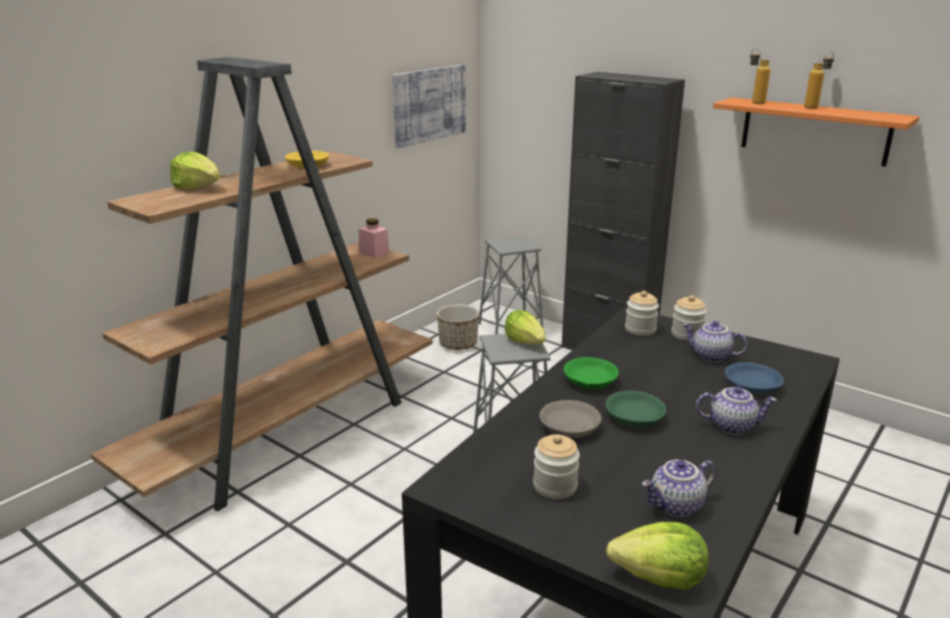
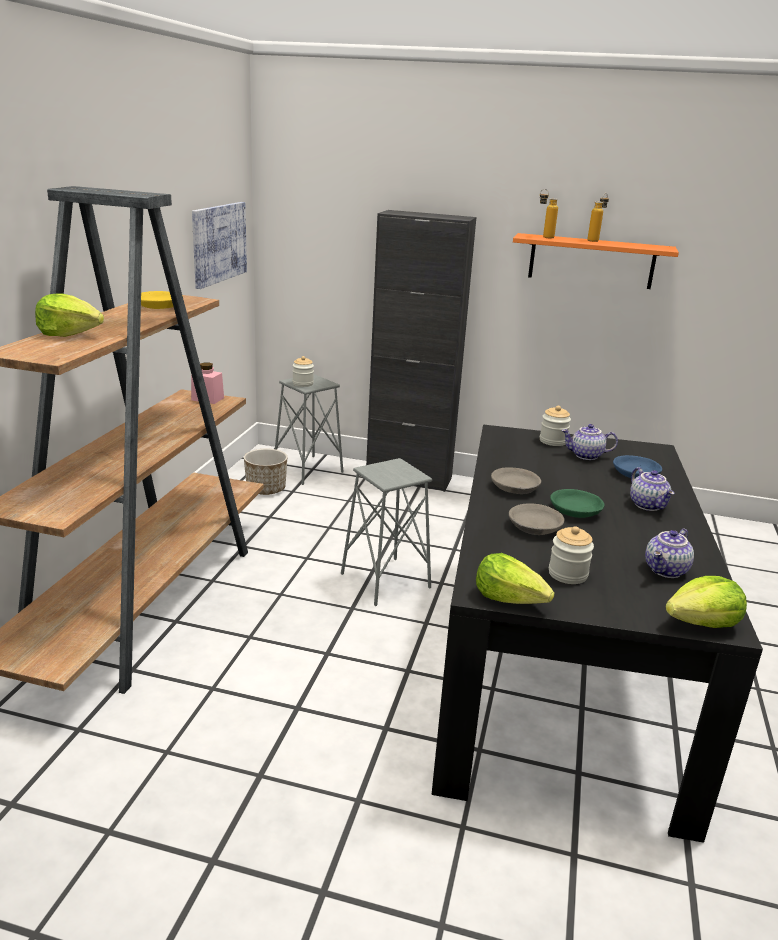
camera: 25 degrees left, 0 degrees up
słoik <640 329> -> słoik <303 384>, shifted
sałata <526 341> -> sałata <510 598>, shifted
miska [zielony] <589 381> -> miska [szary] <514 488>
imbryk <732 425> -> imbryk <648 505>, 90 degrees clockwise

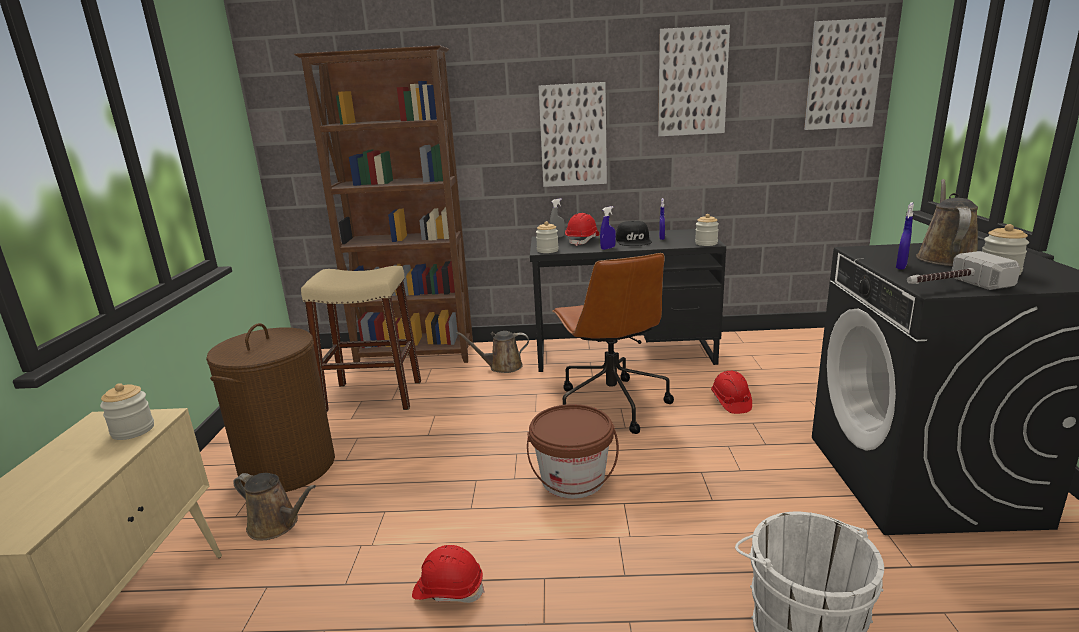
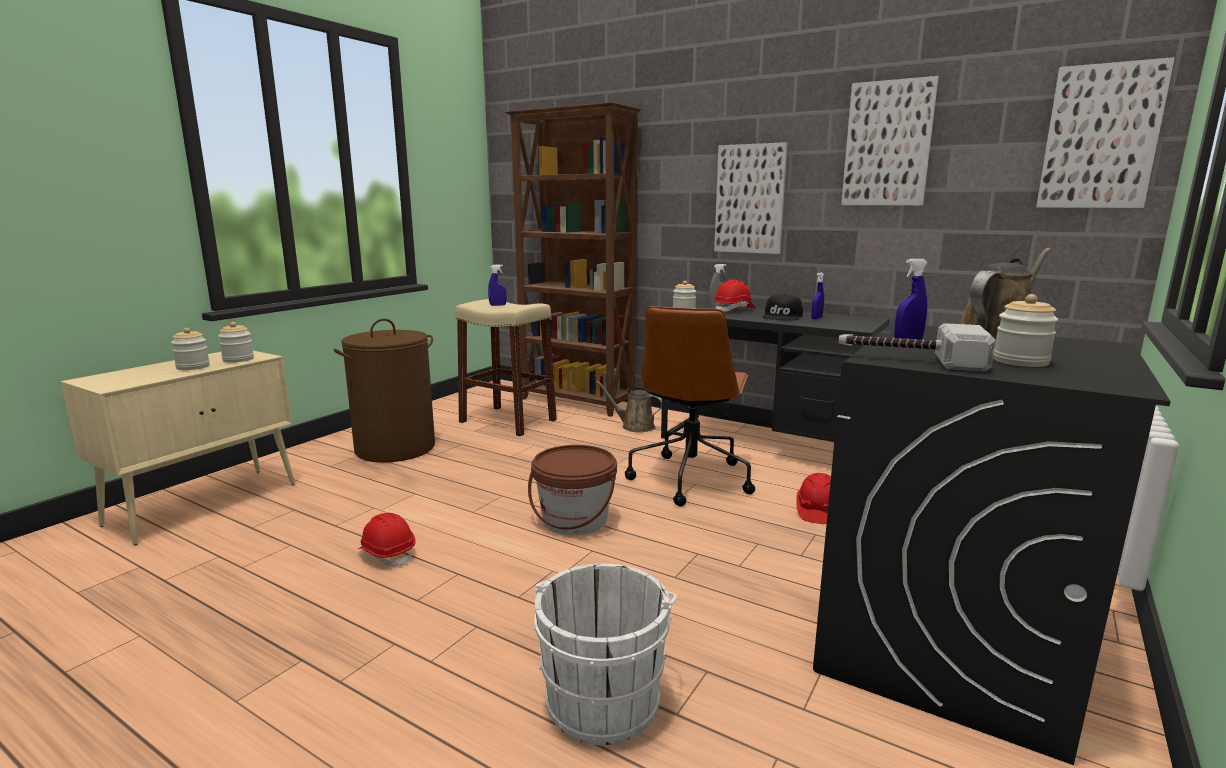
camera: 30 degrees right, 5 degrees down
spryskiwacz [niebieski] <608 248> -> spryskiwacz [niebieski] <497 305>, shifted
słoik <706 243> -> słoik <193 367>, shifted
konewka [brązowy] <277 525> -> none

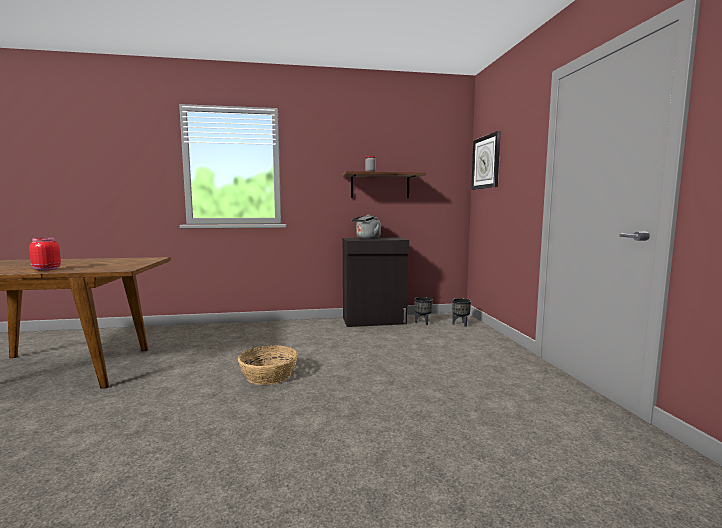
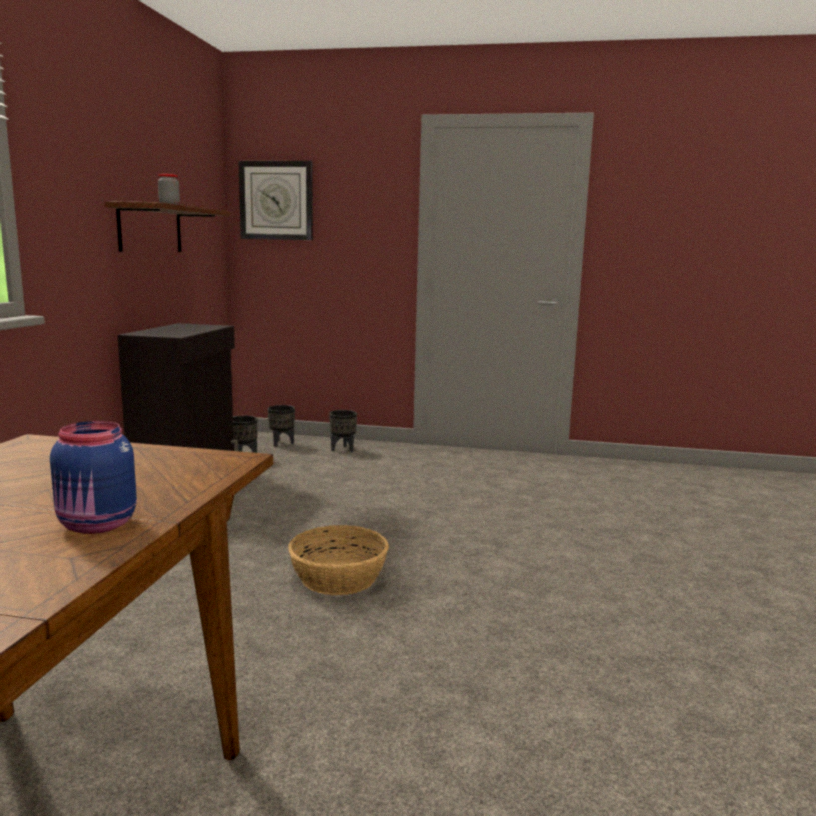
camera: 70 degrees left, 5 degrees up
czajnik [szary] <367 238> -> none
słoik [czerwony] <45 269> -> słoik [niebieski] <97 525>
none -> donica [czarny] <342 449>

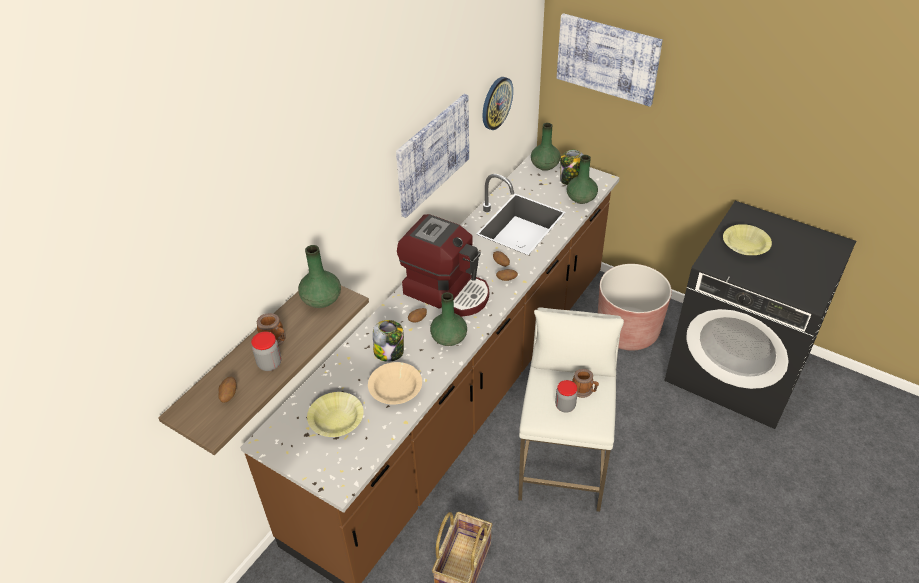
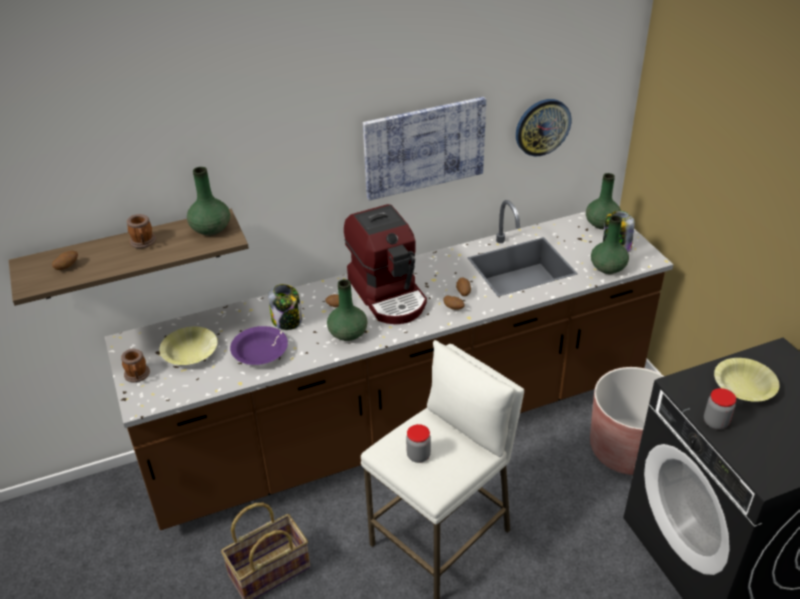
camera: 35 degrees right, 5 degrees down
obraz <608 58> -> none
słoik <269 364> -> słoik <715 422>, shifted
miska [beżowy] <396 389> -> miska [fioletowy] <260 353>
kubek <584 390> -> kubek <137 376>, shifted

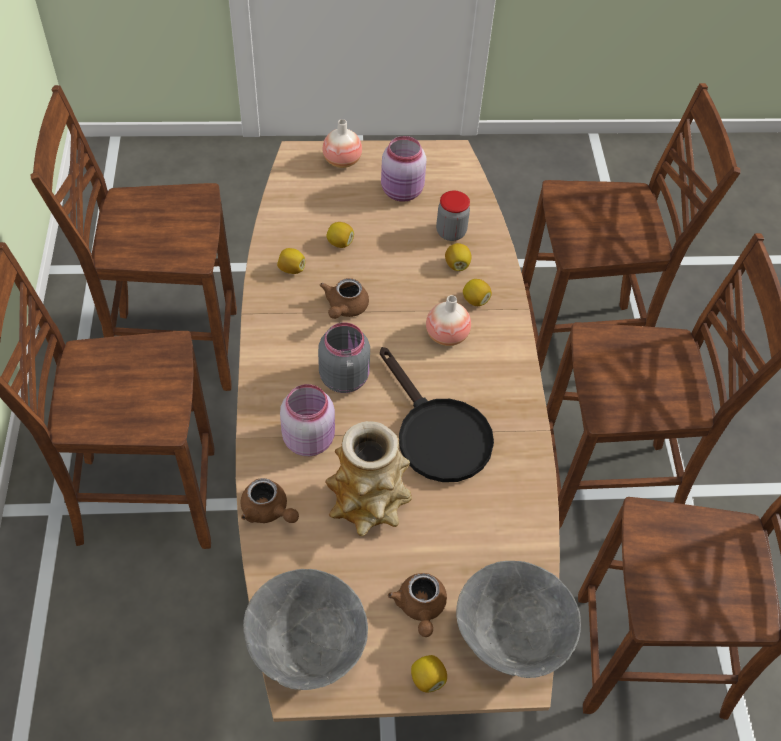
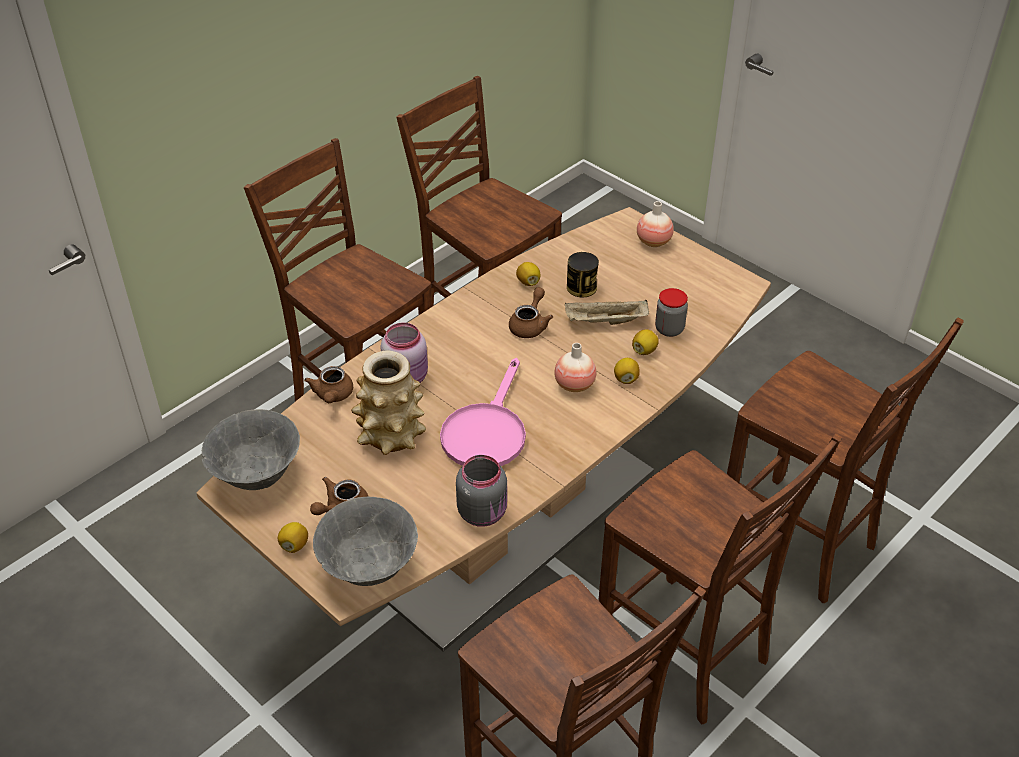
camera: 50 degrees right, 10 degrees down
słoik [różowy] <402 192> -> none
cytryna <340 243> -> puszka <581 287>
imbryk [brązowy] <344 308> -> imbryk [brązowy] <530 325>, 135 degrees clockwise
słoik [szary] <344 377> -> słoik [szary] <483 512>, shifted
patelnia [czarny] <436 433> -> patelnia [różowy] <486 431>
none -> taca [beżowy] <605 322>

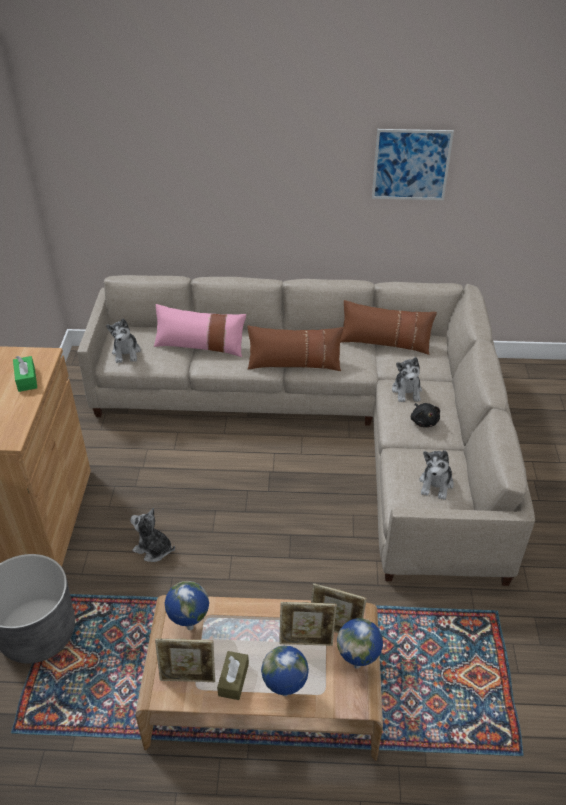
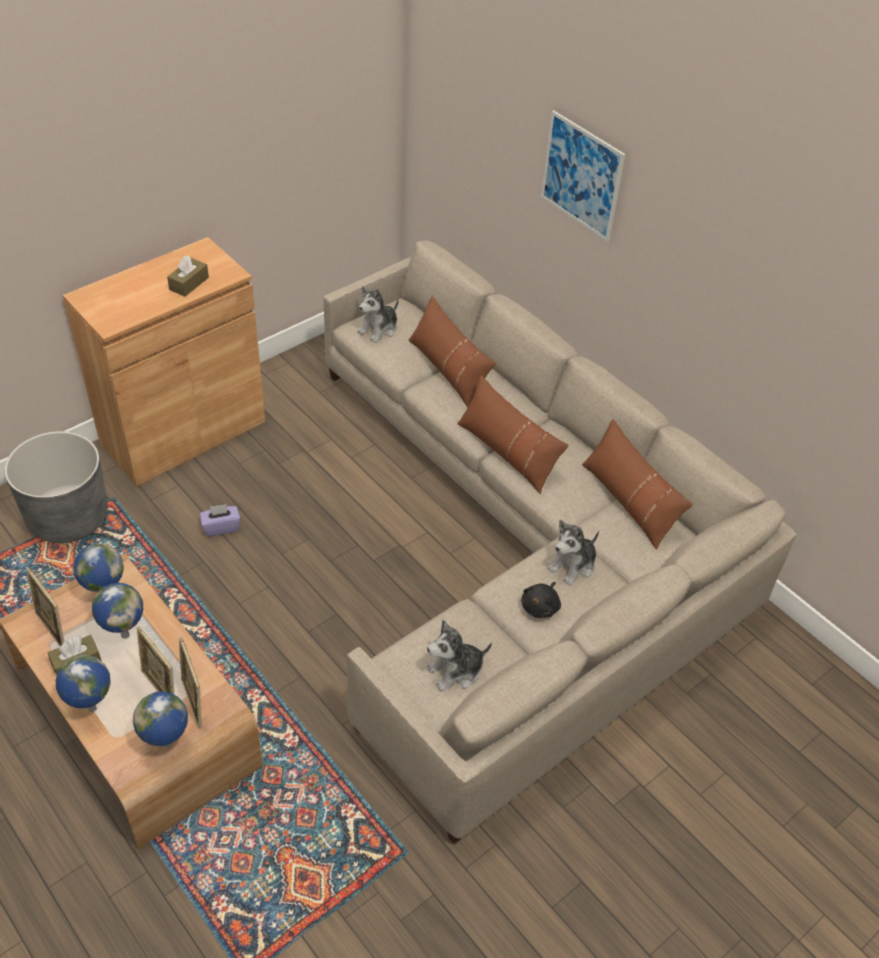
camera: 45 degrees right, 5 degrees up
obraz <411 165> -> obraz <581 176>, shifted
poduszka [różowy] <200 345> -> poduszka [brązowy] <448 369>
pudełko chusteczek [zielony] <26 379> -> pudełko chusteczek [brązowy] <189 283>
pluszak <153 549> -> pudełko chusteczek [fioletowy] <221 527>
none -> globus <125 634>

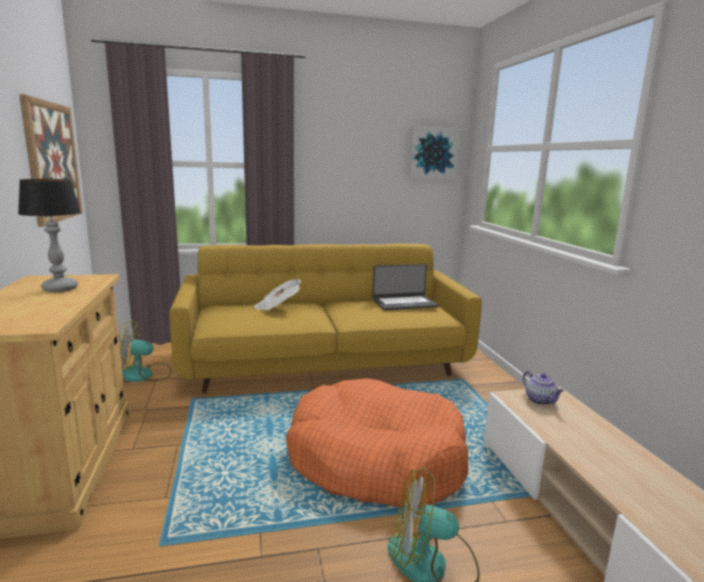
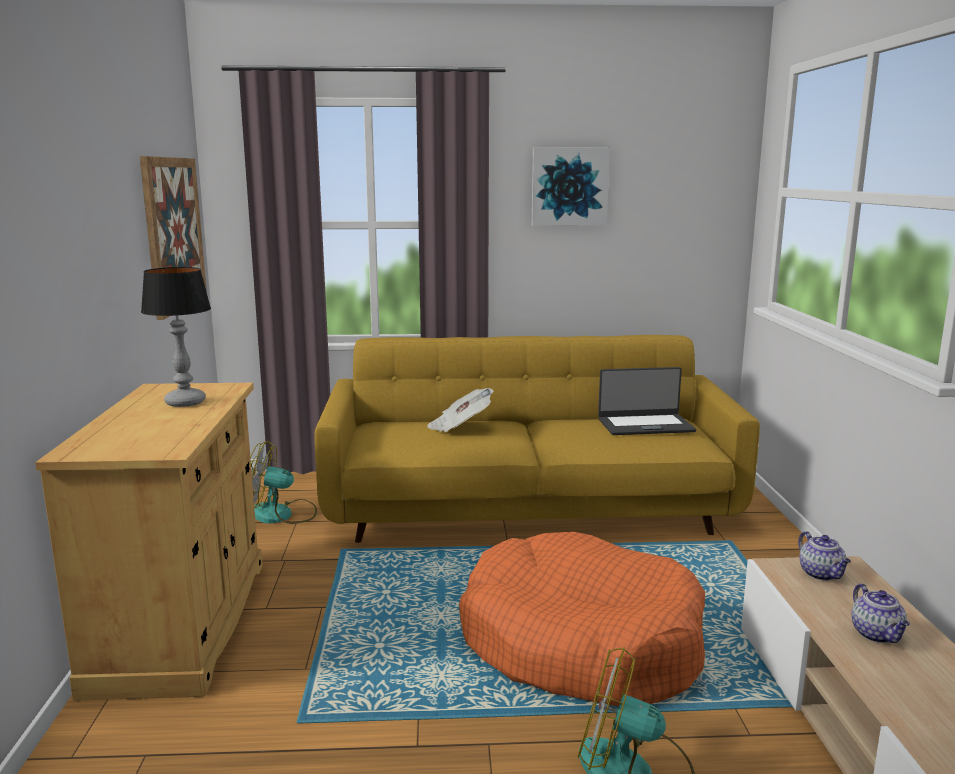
camera: 10 degrees right, 0 degrees up
obraz <433 152> -> obraz <569 186>, shifted
none -> imbryk <877 635>

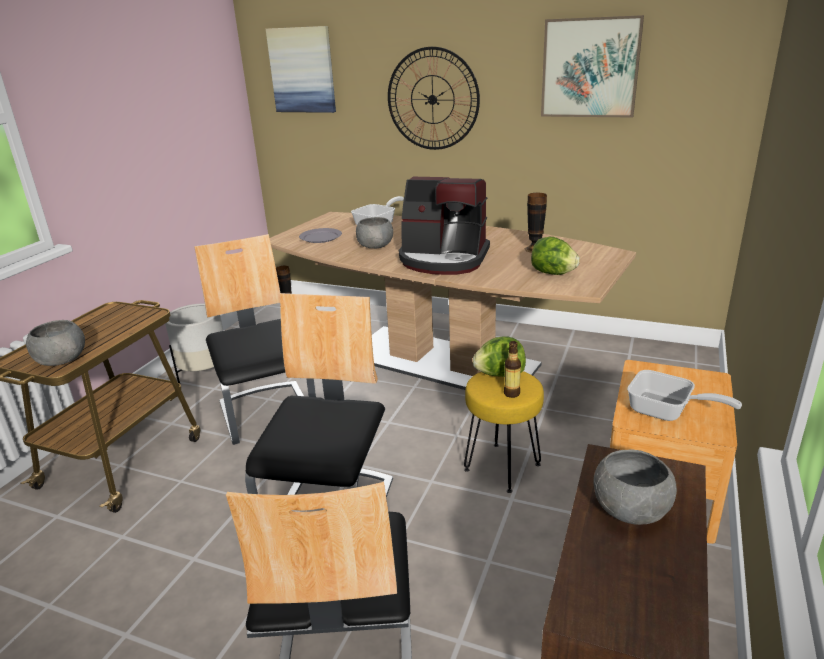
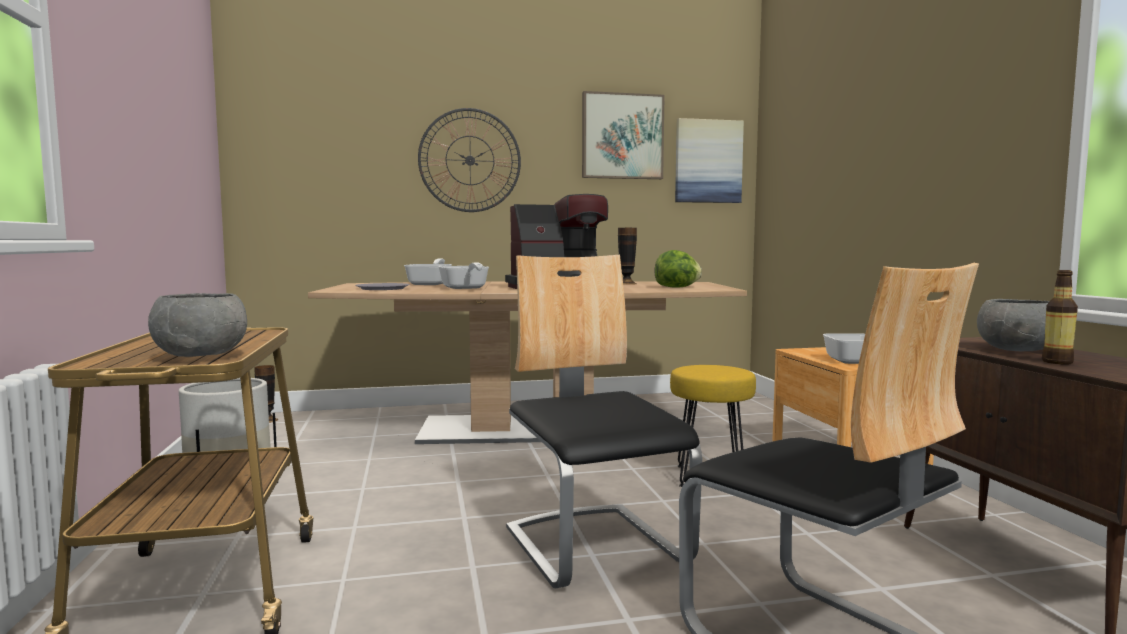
camera: 35 degrees left, 20 degrees down
obraz <302 70> -> obraz <708 161>, shifted
miska [szary] <375 246> -> patelnia <464 288>
krzesło <268 413> -> none
sałata <499 374> -> none
butelka <511 393> -> butelka <1057 362>, shifted

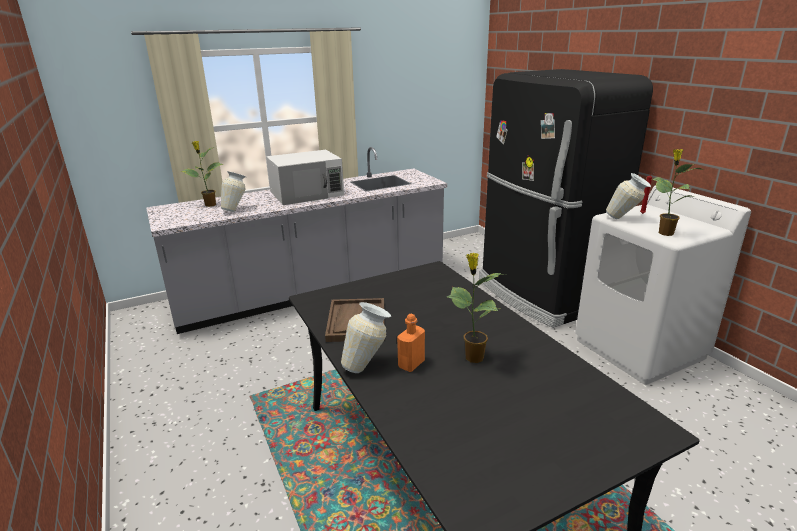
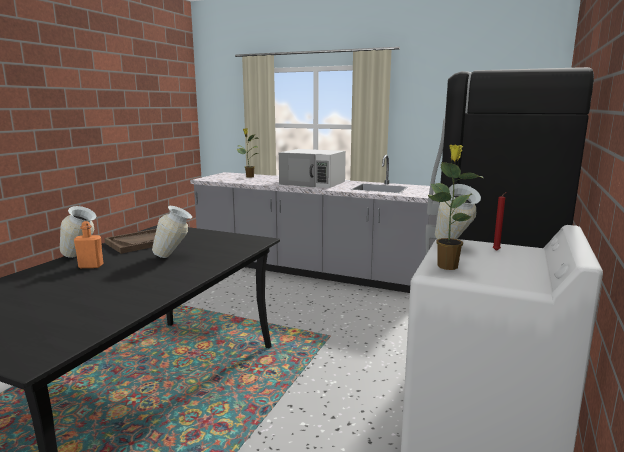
camera: 50 degrees right, 10 degrees down
wazon <237 210> -> wazon <174 257>, shifted
roślina doniczkowa <473 357> -> none

